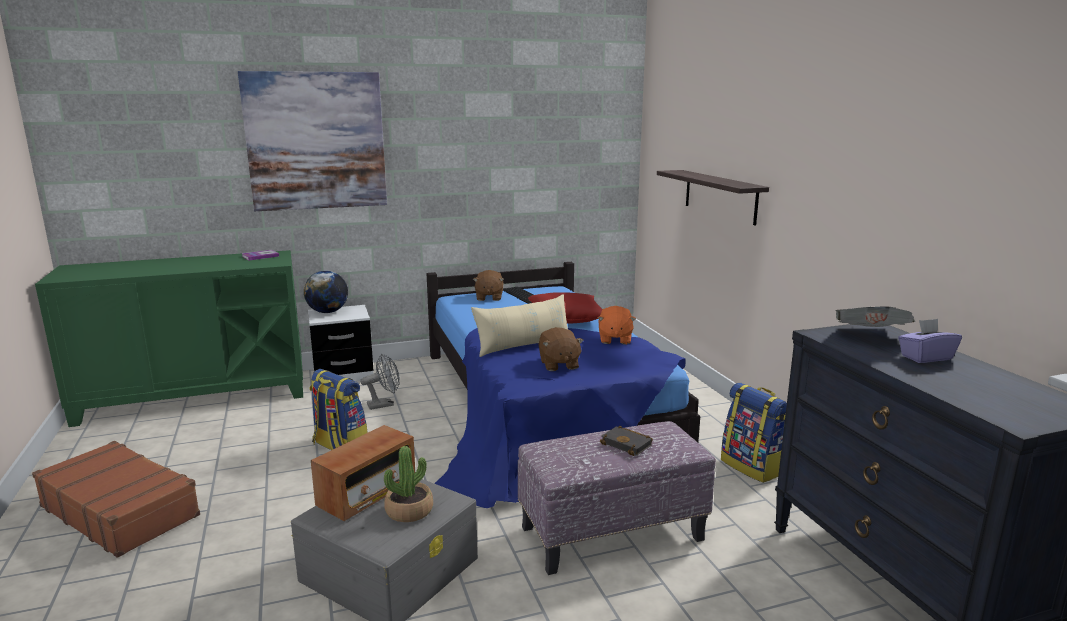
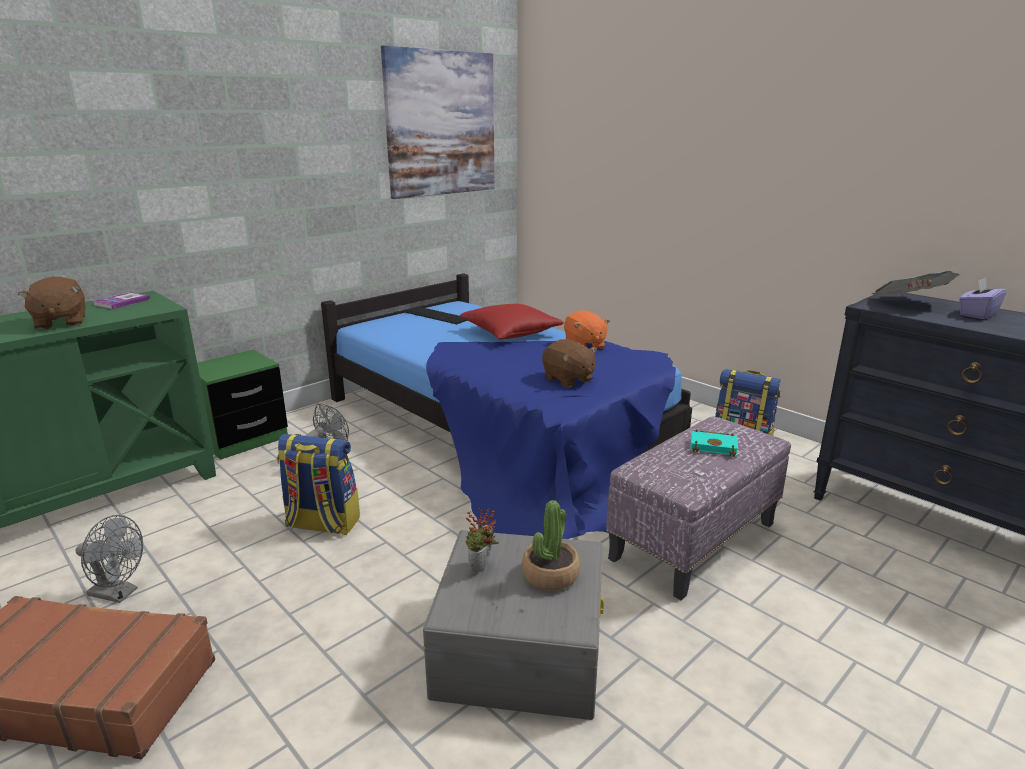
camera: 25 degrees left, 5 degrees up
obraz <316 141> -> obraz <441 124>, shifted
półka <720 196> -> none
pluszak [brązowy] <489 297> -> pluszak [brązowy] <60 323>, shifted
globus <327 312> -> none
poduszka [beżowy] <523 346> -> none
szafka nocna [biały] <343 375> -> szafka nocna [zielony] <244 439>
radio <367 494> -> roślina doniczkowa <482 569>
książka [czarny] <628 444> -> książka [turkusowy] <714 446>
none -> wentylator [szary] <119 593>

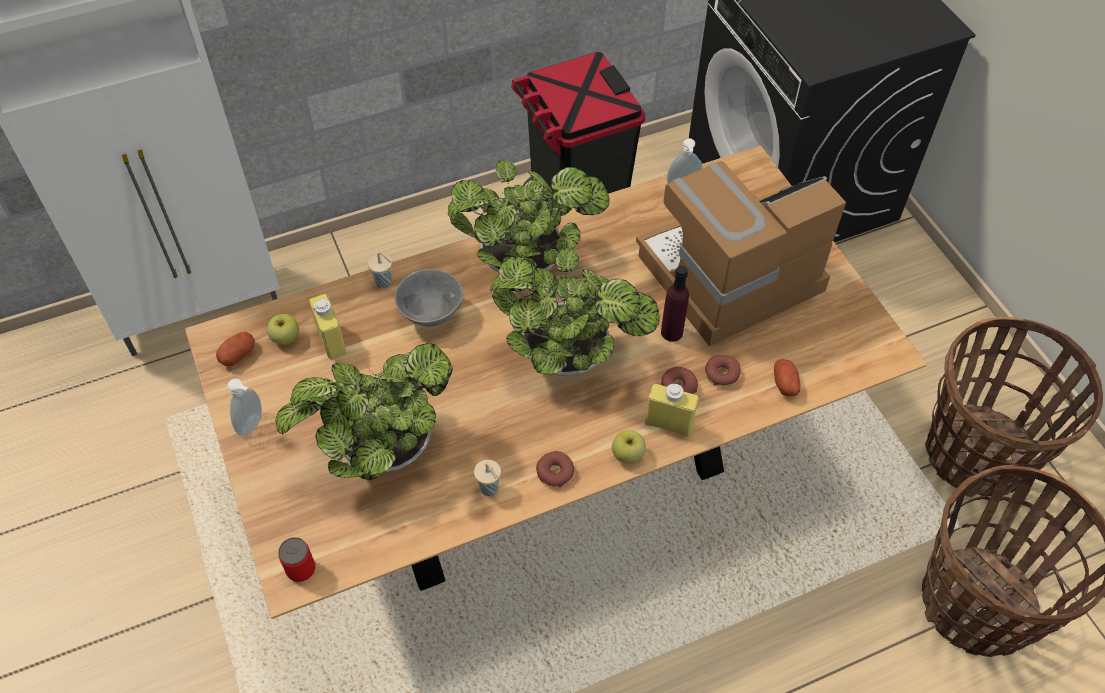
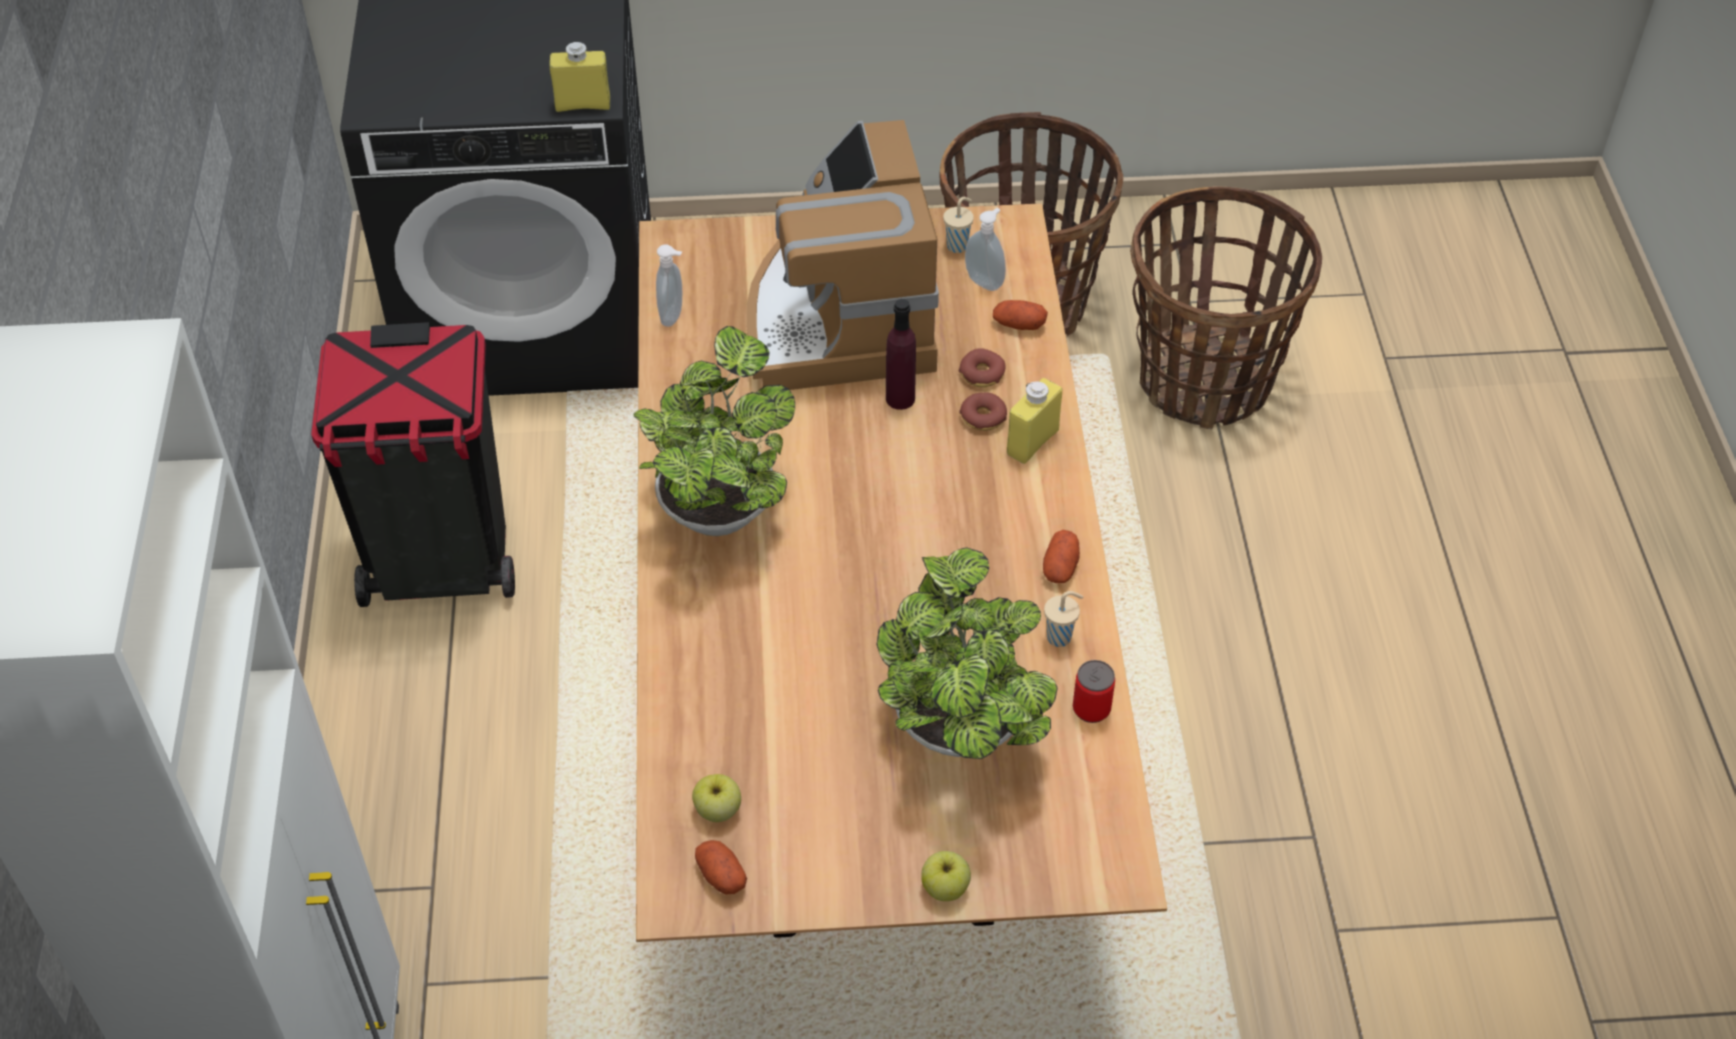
camera: 70 degrees left, 5 degrees down
roślina doniczkowa <571 358> -> none
filiżanka [beżowy] <384 282> -> filiżanka [beżowy] <958 245>, shifted
miska [szary] <431 312> -> none
butelka [żółty] <331 340> -> butelka [żółty] <583 105>, shifted
dozownik mydła <253 425> -> dozownik mydła <985 281>, shifted
jabłko <628 455> -> jabłko <945 888>, shifted
donut <555 472> -> ziemniak <1060 567>
puszka <301 569> -> puszka <1091 709>, shifted

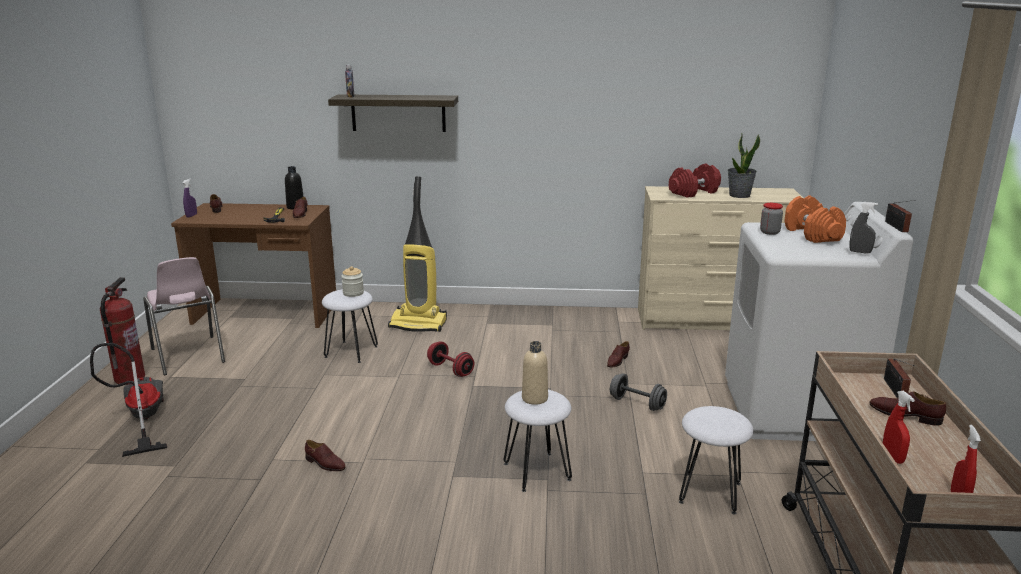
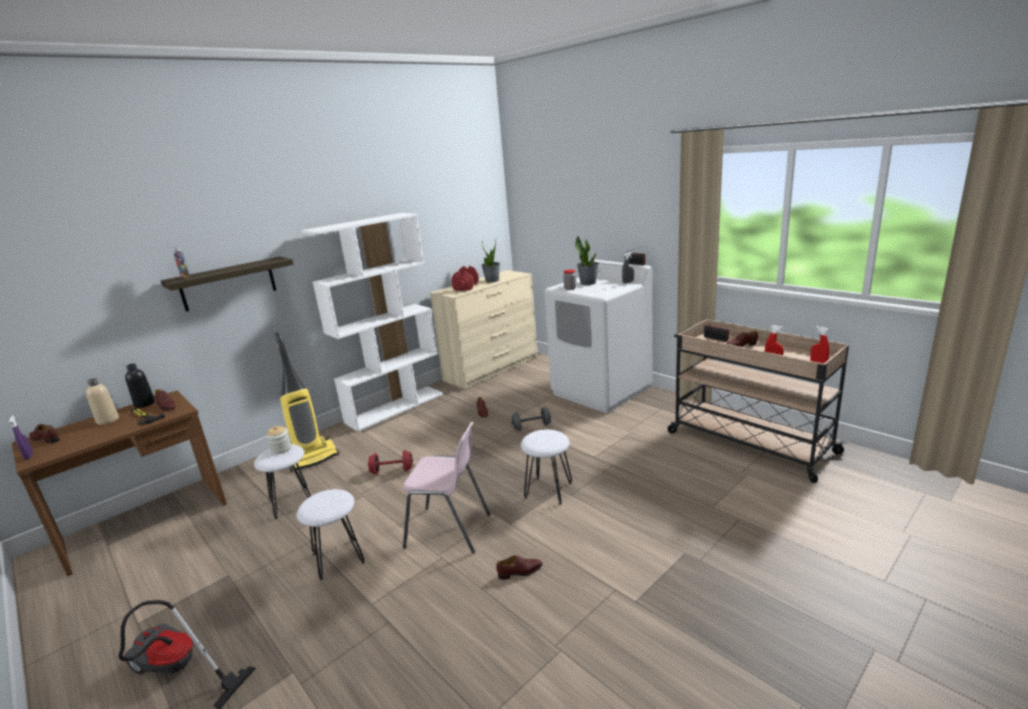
camera: 45 degrees left, 0 degrees up
hantel [pomarańczowy] <811 234> -> roślina doniczkowa <588 283>
krzesło [różowy] <188 356> -> krzesło [różowy] <449 531>, shifted
gaśnica <129 378> -> none
butelka [beżowy] <534 398> -> butelka [beżowy] <108 420>, shifted
stołek [biały] <710 492> -> stołek [biały] <338 557>, shifted
but [brązowy] <325 464> -> but [brązowy] <520 572>, shifted
none -> regał [biały] <395 407>

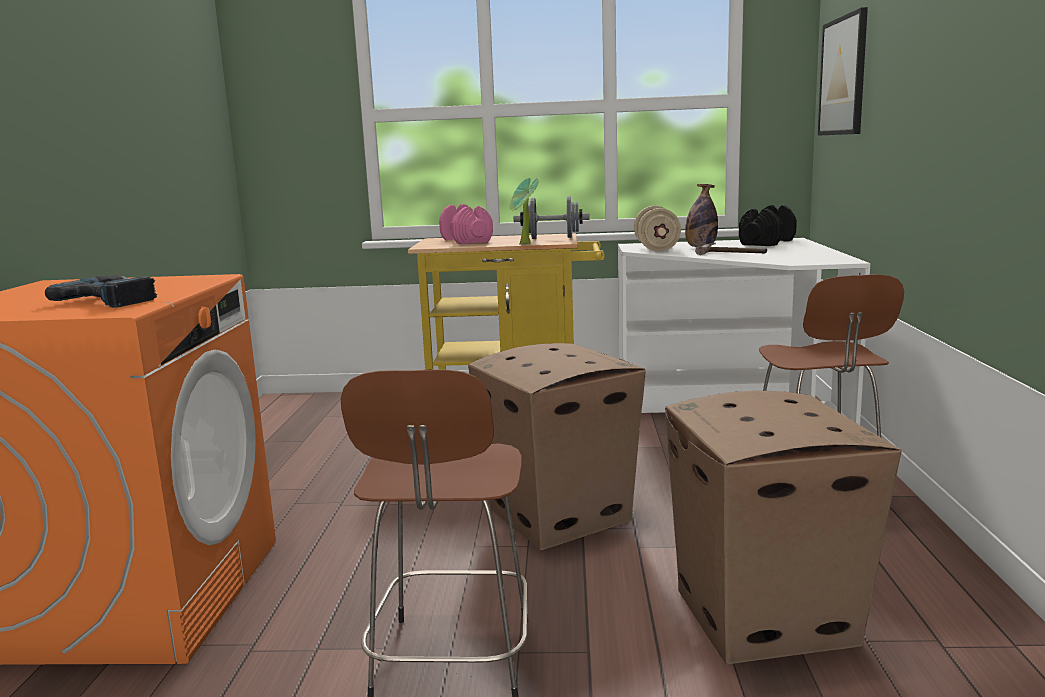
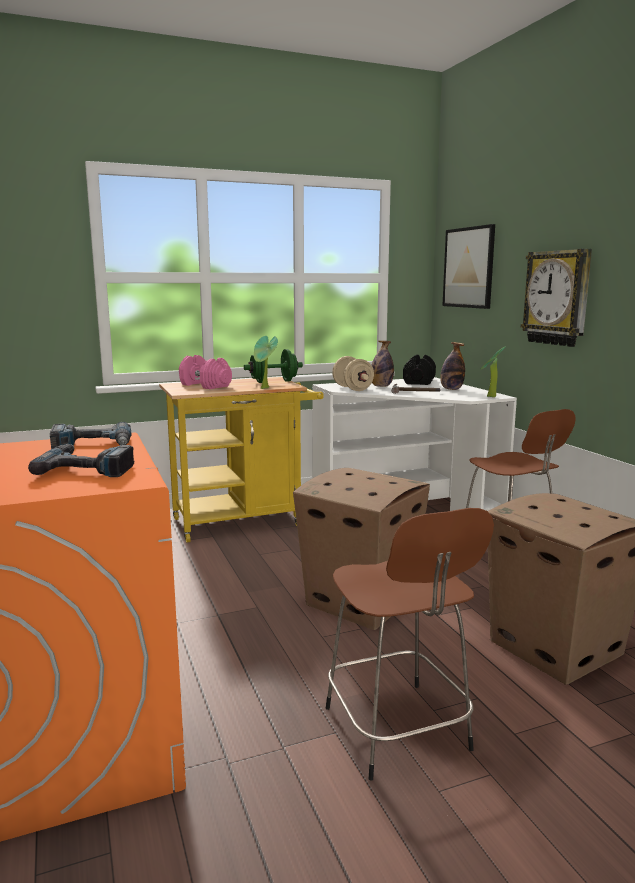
camera: 25 degrees left, 0 degrees up
hantel [szary] <552 238> -> hantel [zielony] <273 382>
none -> zegar ścienny <557 298>
none -> butelka <451 389>
none -> roślina doniczkowa <490 397>
none -> wiertarka <92 445>

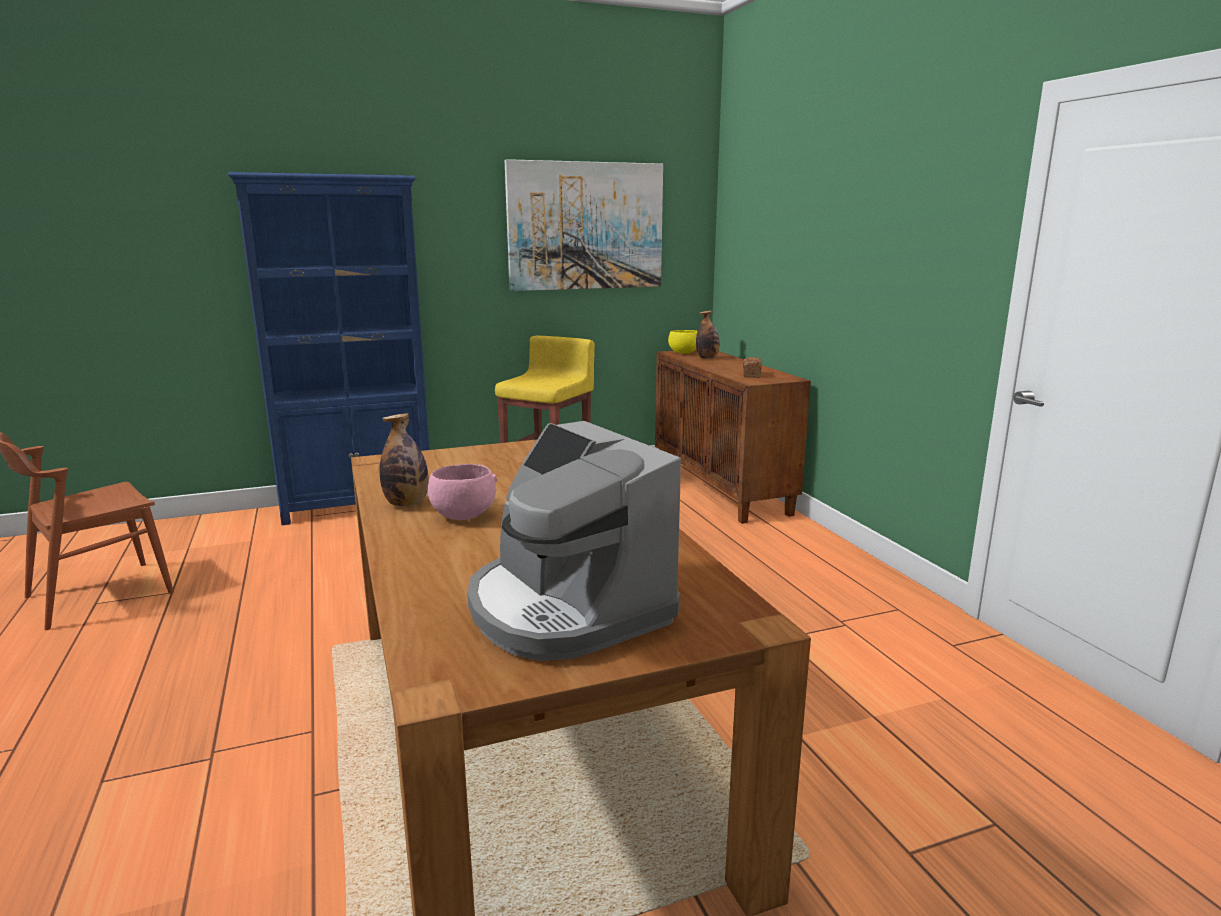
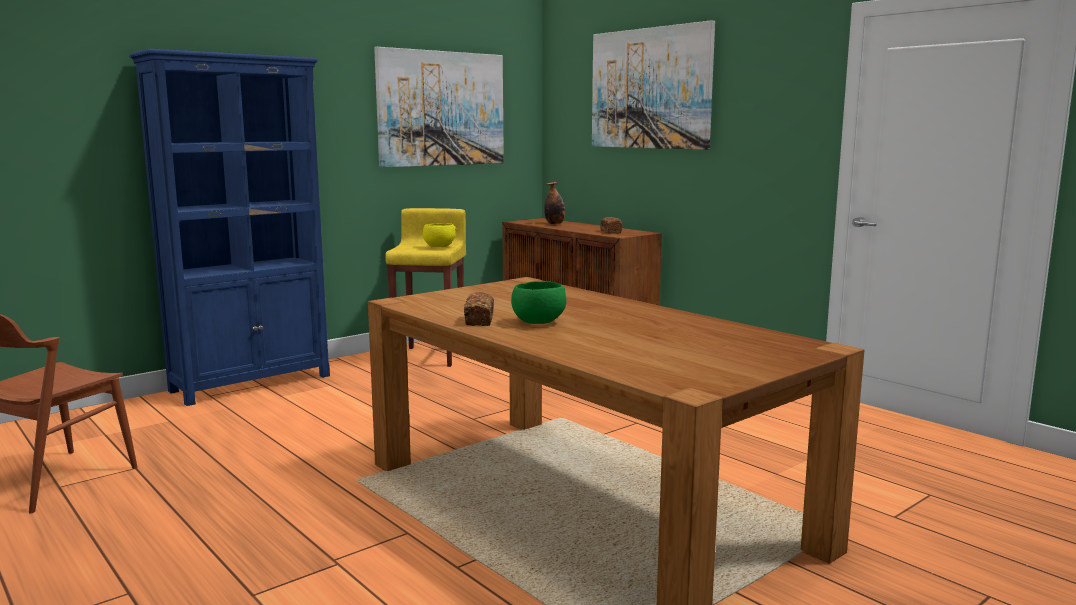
camera: 20 degrees left, 5 degrees down
miska [żółty] <683 353> -> miska [żółty] <438 247>, shifted
butelka <407 504> -> chleb <479 320>
ekspres do kawy <566 608> -> none
miska [różowy] <462 516> -> miska [zielony] <537 322>
none -> obraz <650 88>

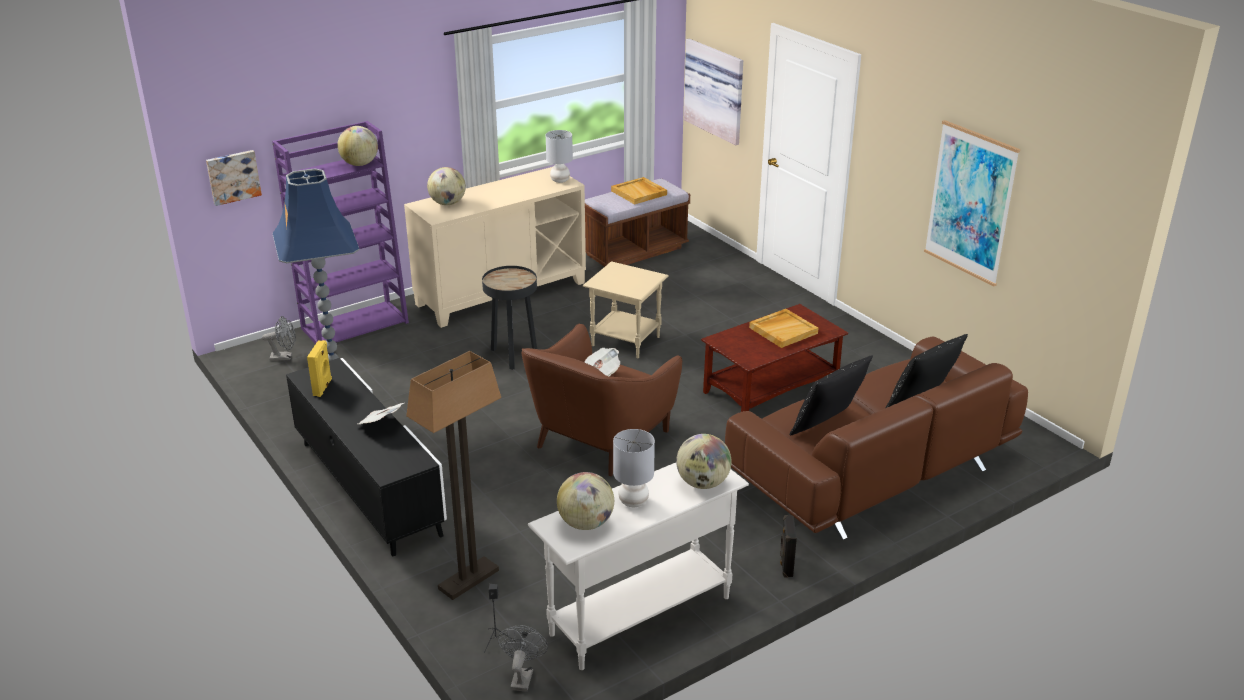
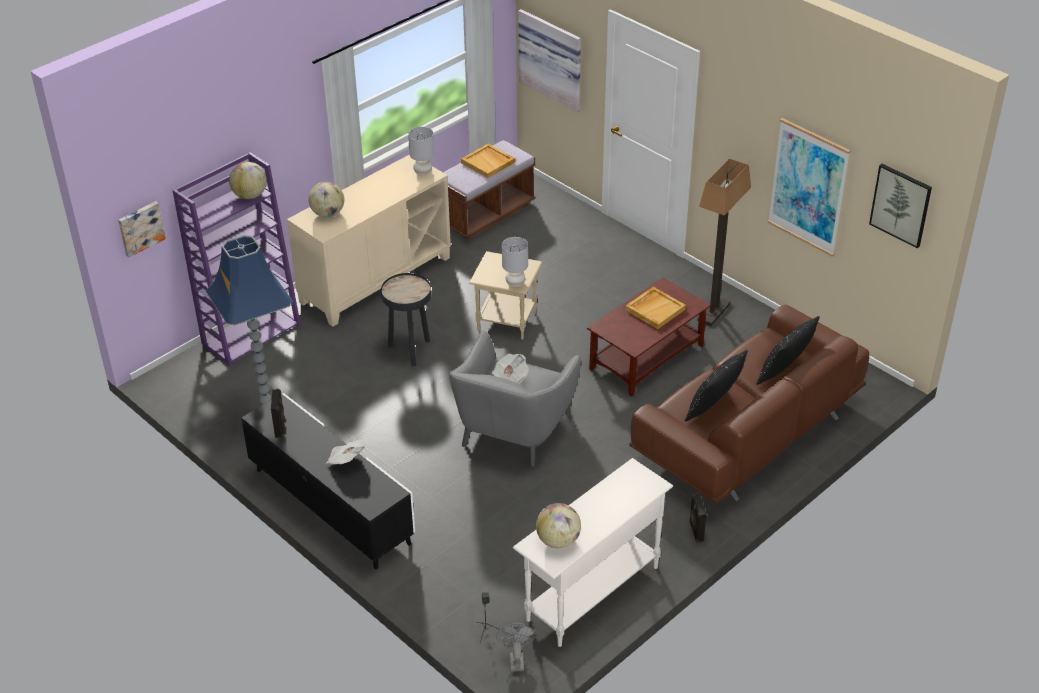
camera: 10 degrees left, 10 degrees up
wentylator [szary] <285 357> -> none
fotel [brązowy] <599 438> -> fotel [szary] <513 429>
głośnik [żółty] <323 387> -> głośnik [czarny] <280 428>
lampa stojąca <468 579> -> lampa stojąca <713 312>, shifted
lampa stołowa [szary] <633 502> -> lampa stołowa [szary] <515 283>, shifted
globus <702 483> -> none
none -> obraz <901 205>

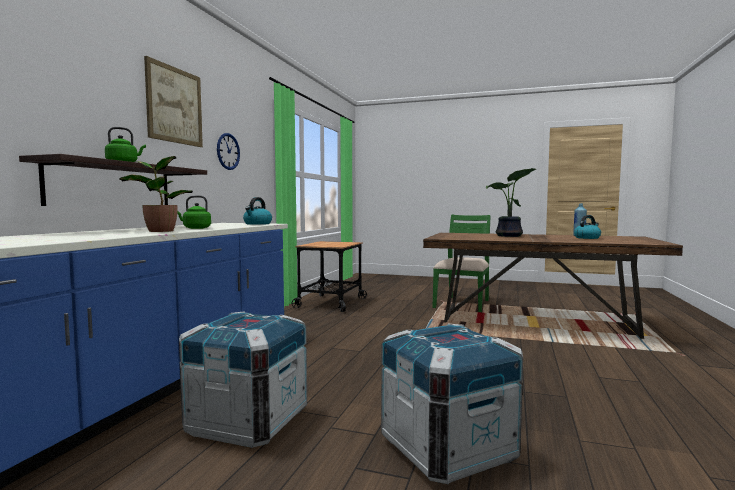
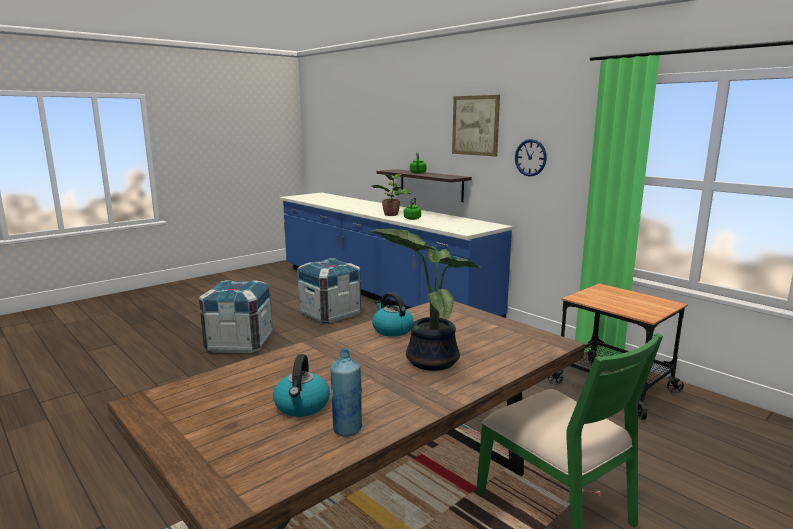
camera: 120 degrees right, 10 degrees up
czajnik <257 224> -> czajnik <392 330>, shifted

